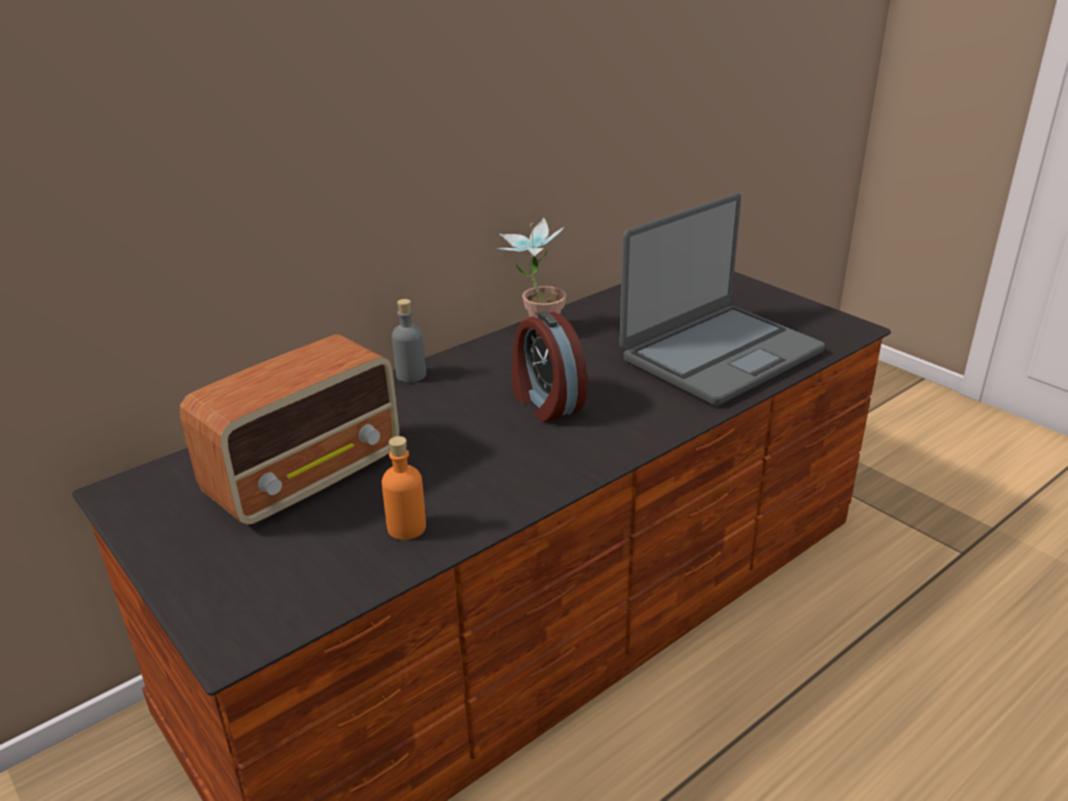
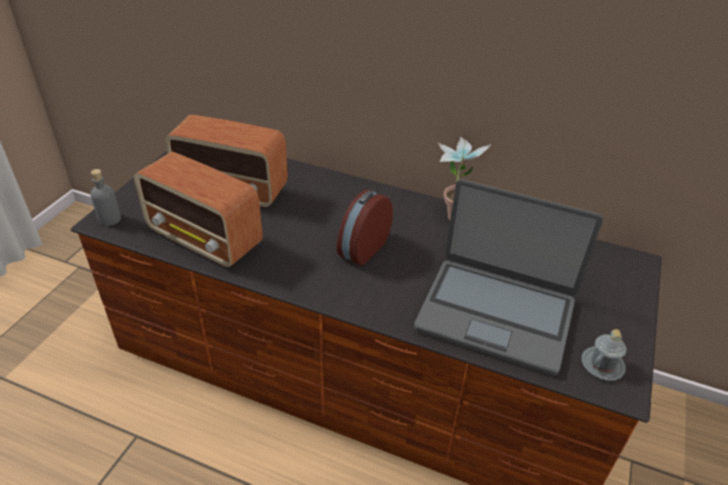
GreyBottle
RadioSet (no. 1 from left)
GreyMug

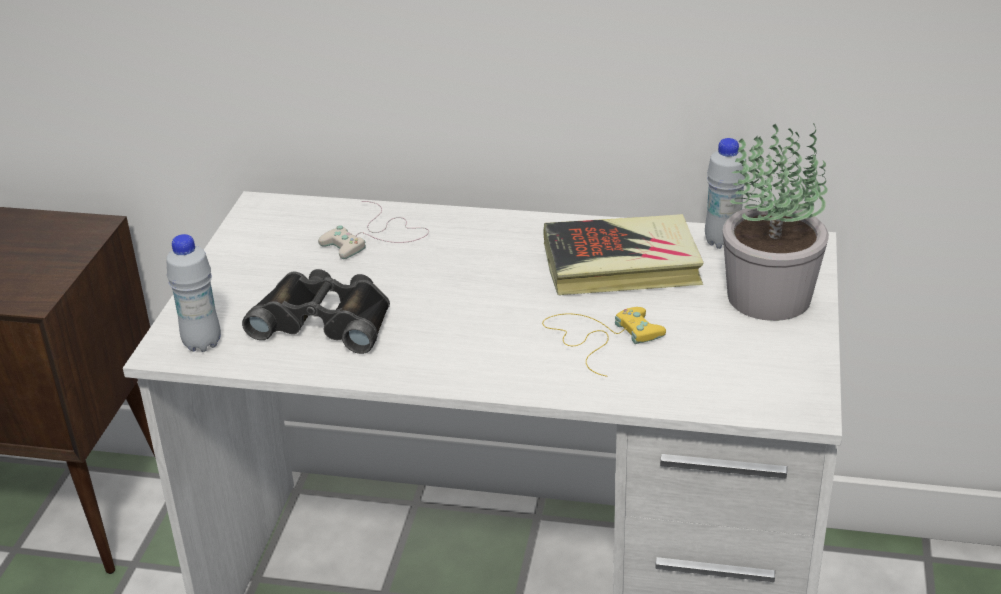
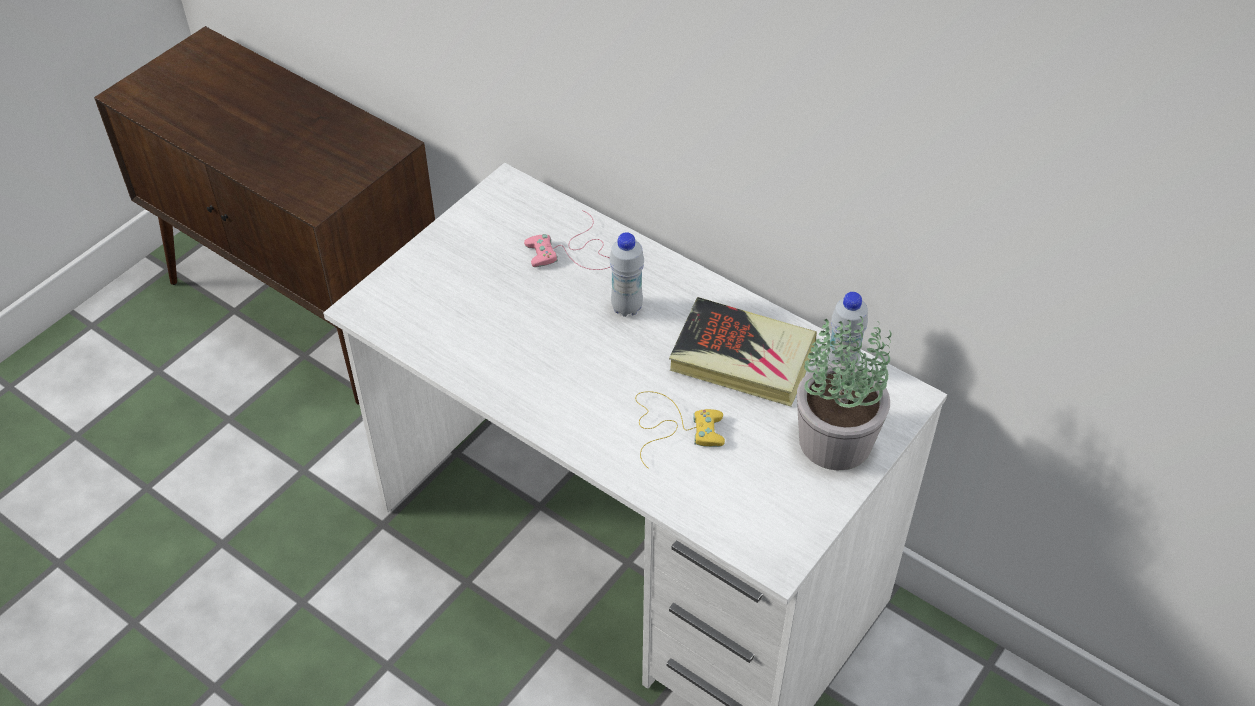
PinkGameController
WhitishBottle (no. 1 from left)
BlackPairOfBinoculars

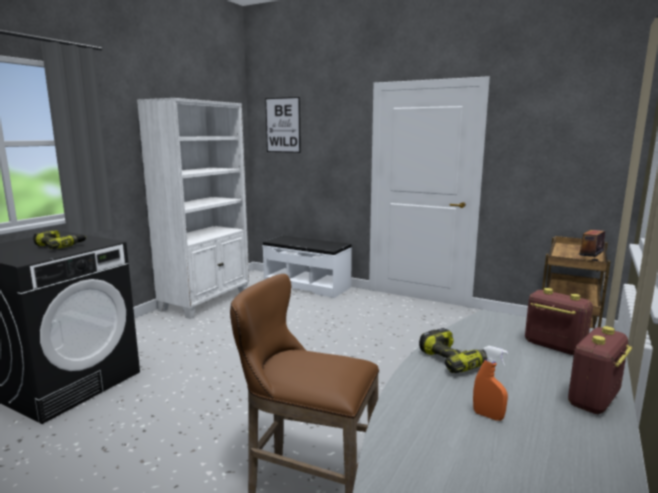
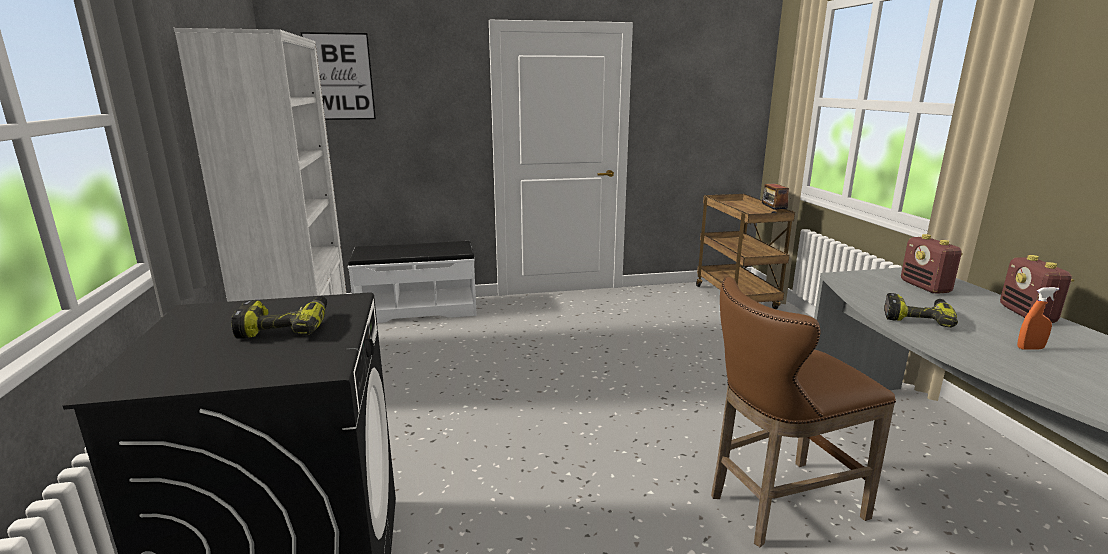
RadioSet (no. 2 from left)

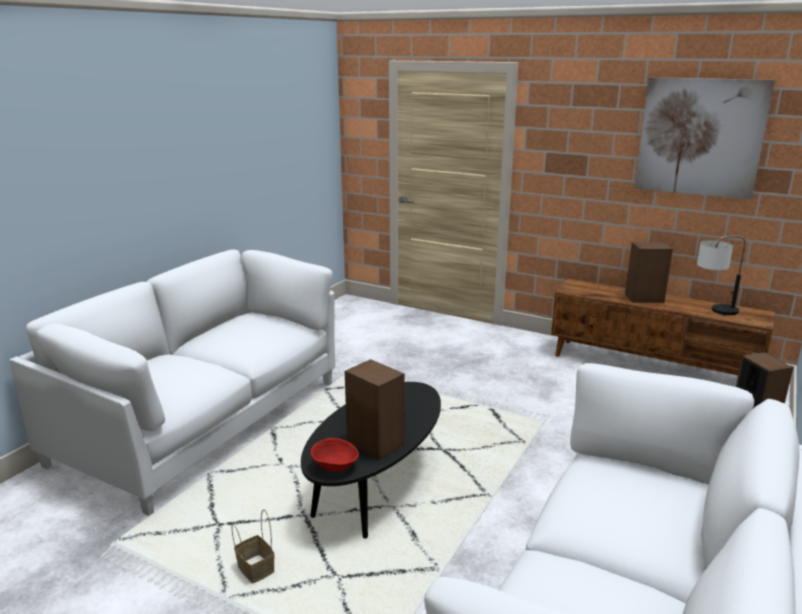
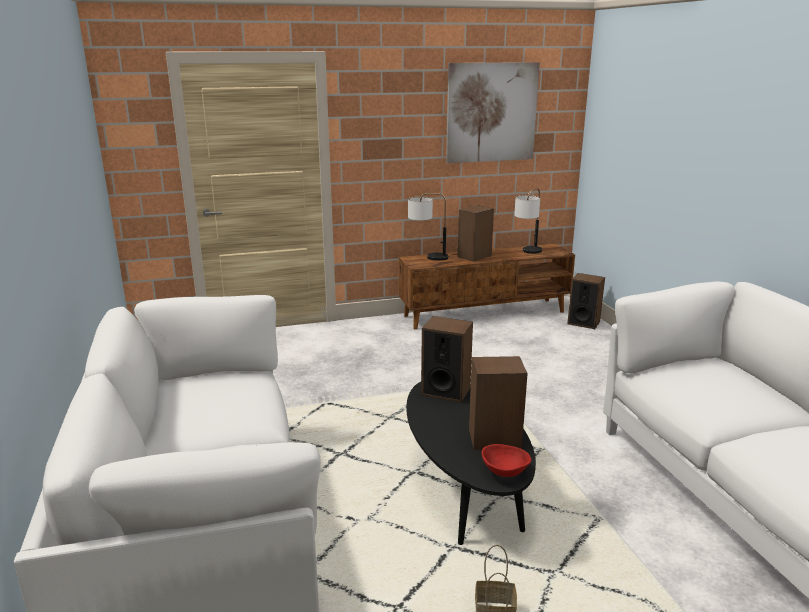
TableLamp (no. 1 from left)
Speaker (no. 1 from left)

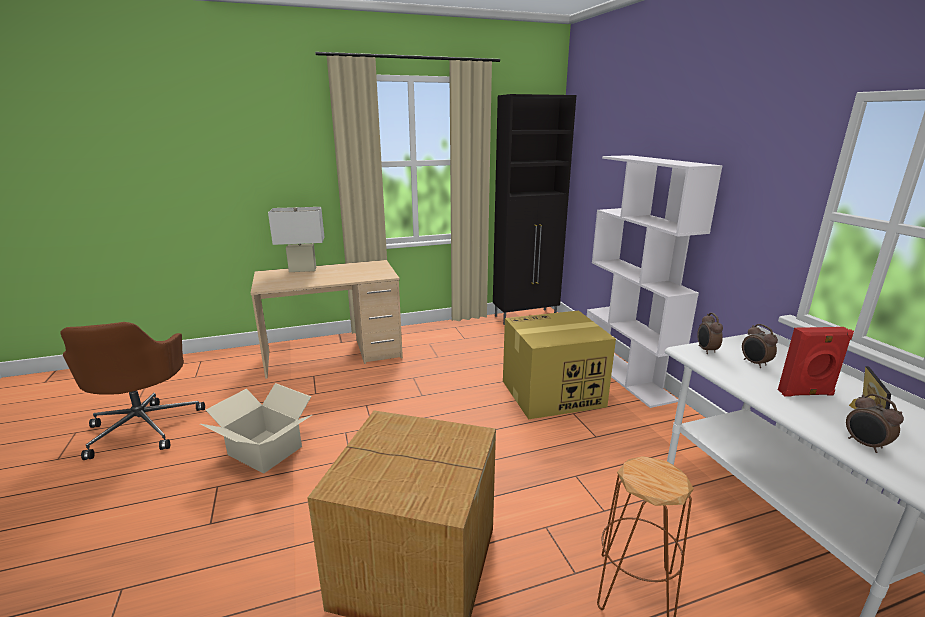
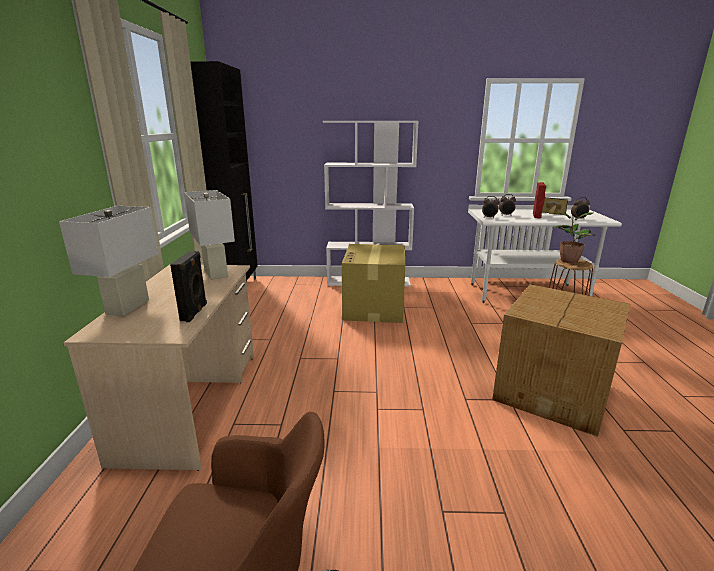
CardboardBox (no. 1 from left in the first image)
WhitishTableLamp (no. 2 from left)
PottedPlant
BlackSpeaker

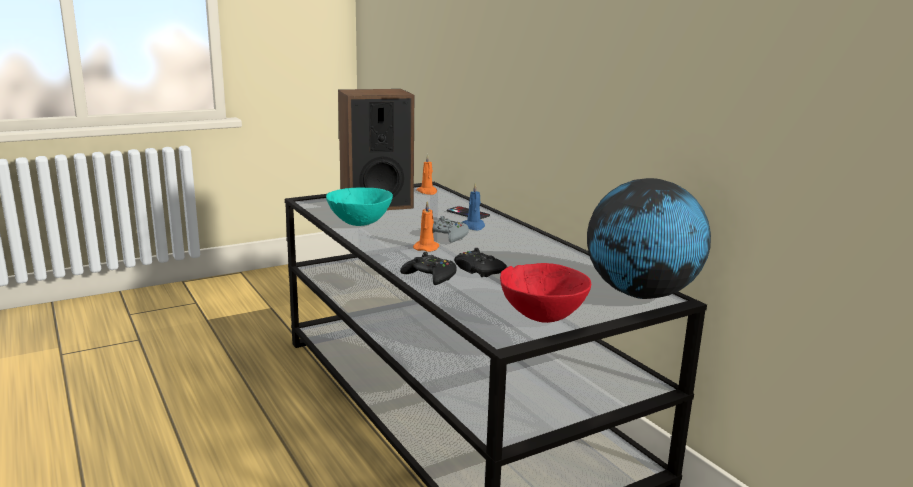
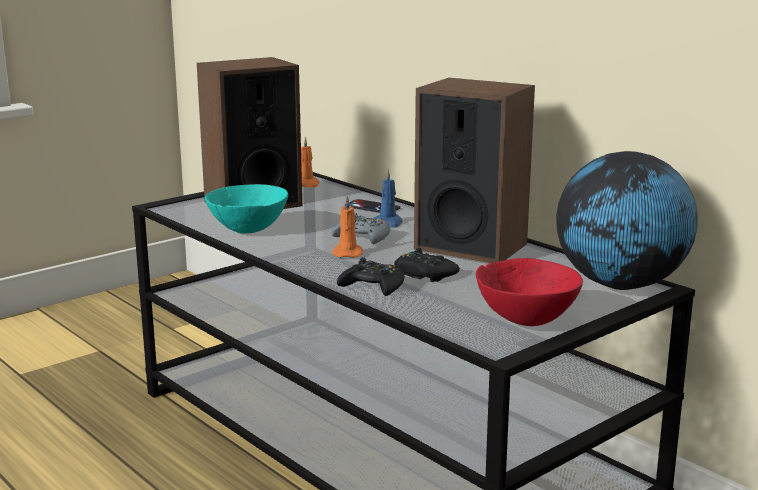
Speaker (no. 2 from left)

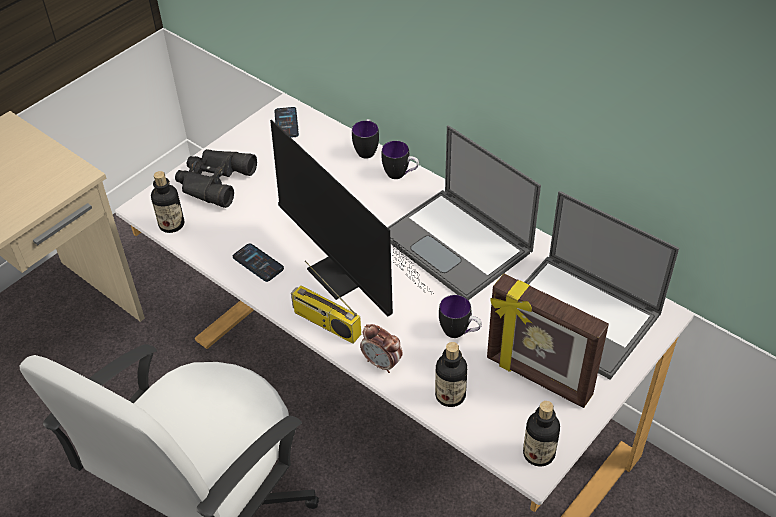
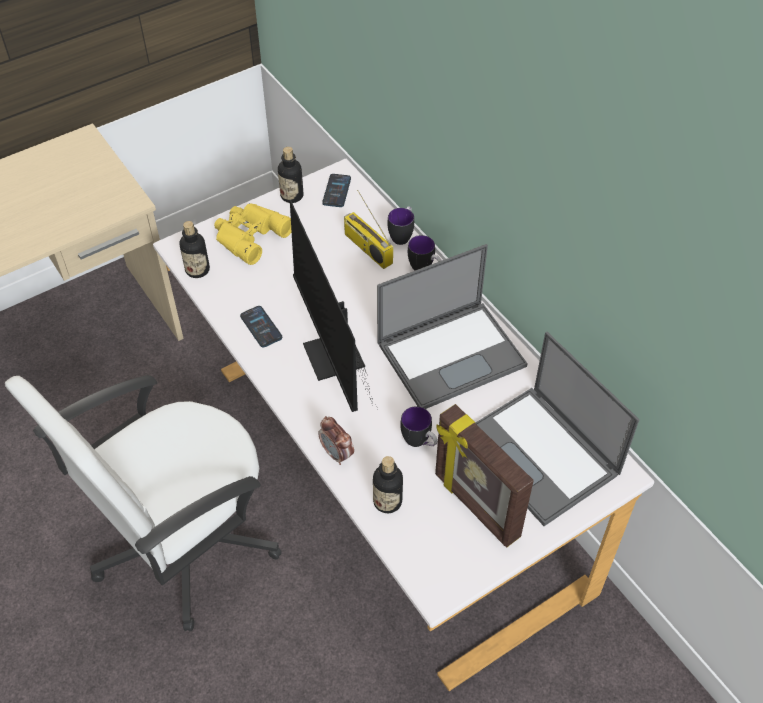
NotebookComputer (no. 1 from left)
YellowishPairOfBinoculars
RadioSet
Bottle (no. 2 from left)

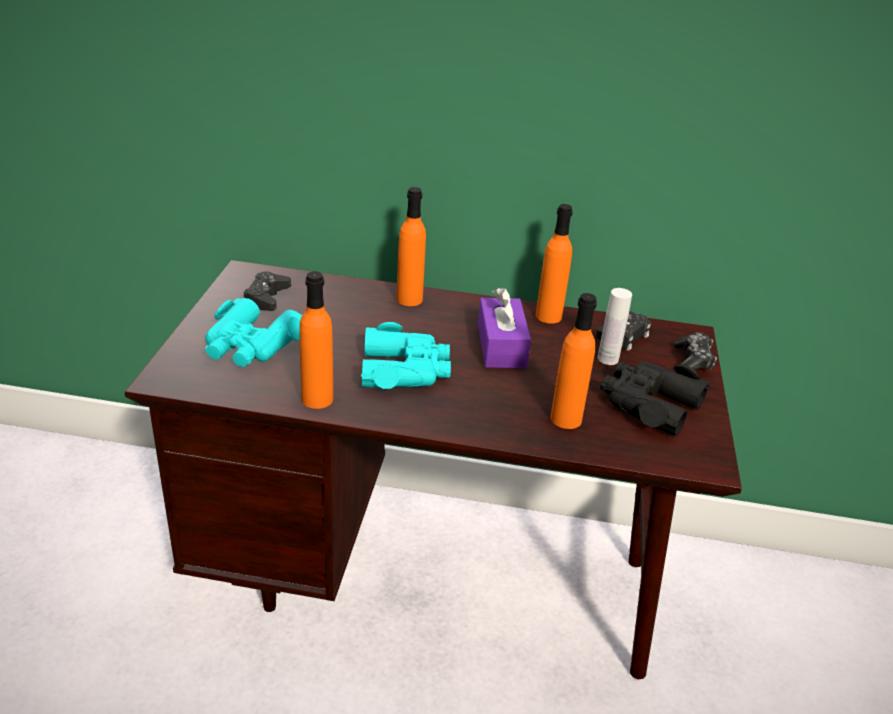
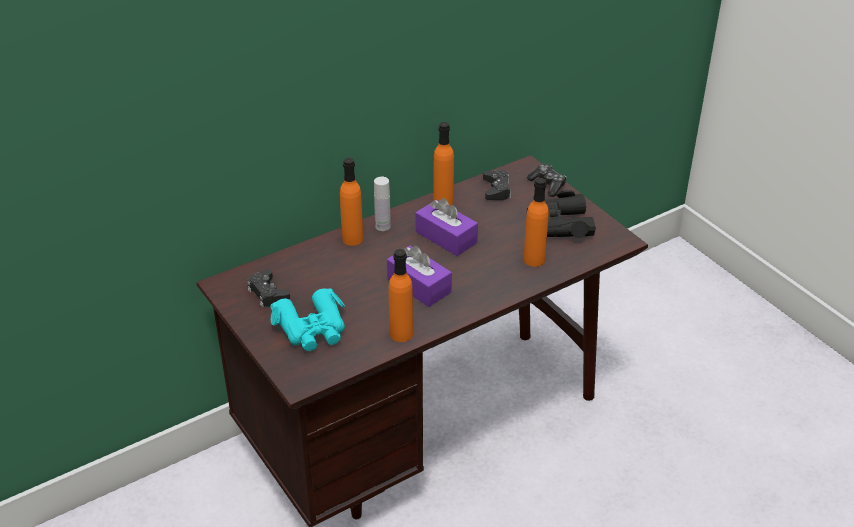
WhitishBottle
PurplishBoxOfTissues (no. 1 from left)

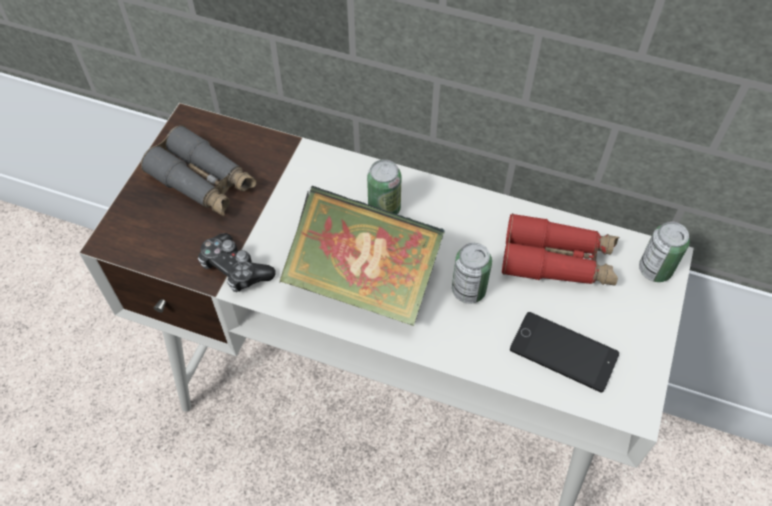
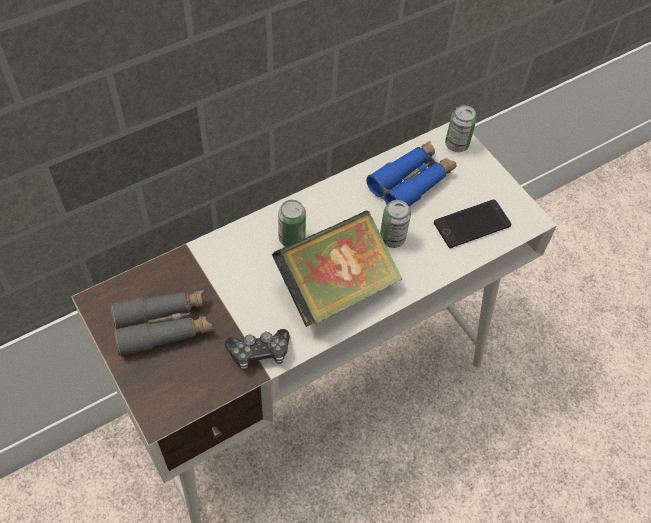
BluishPairOfBinoculars

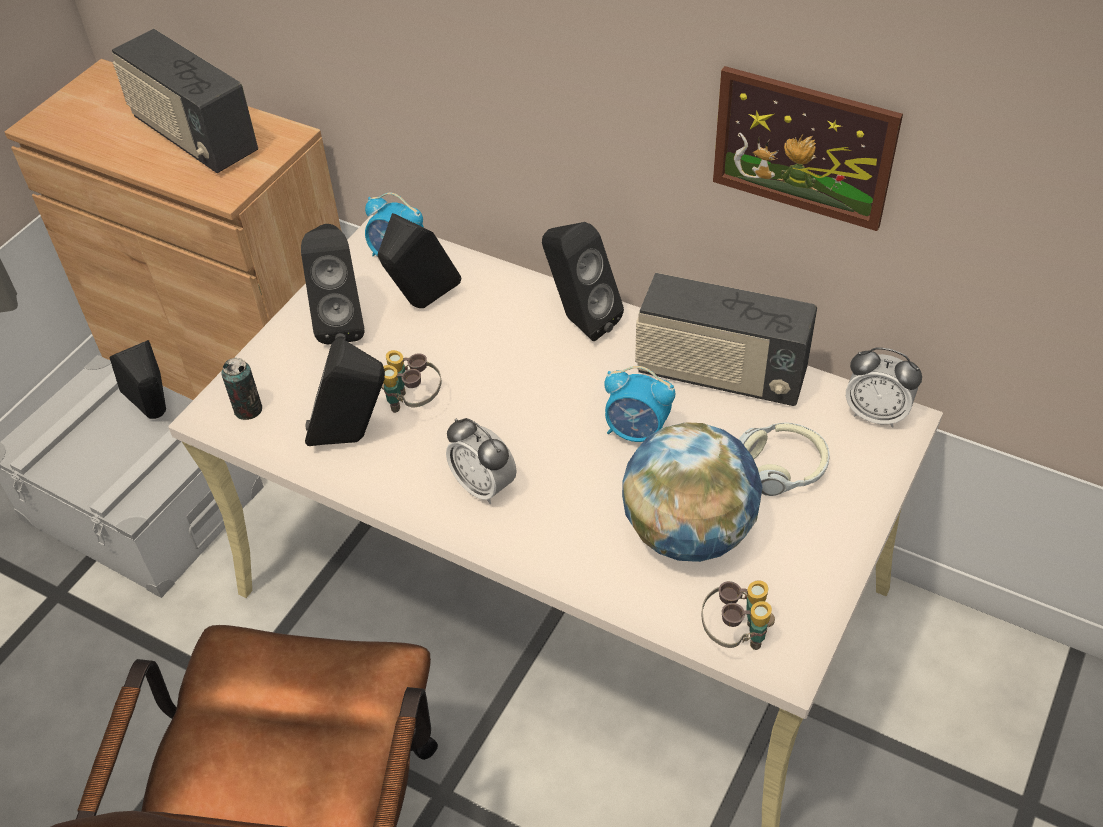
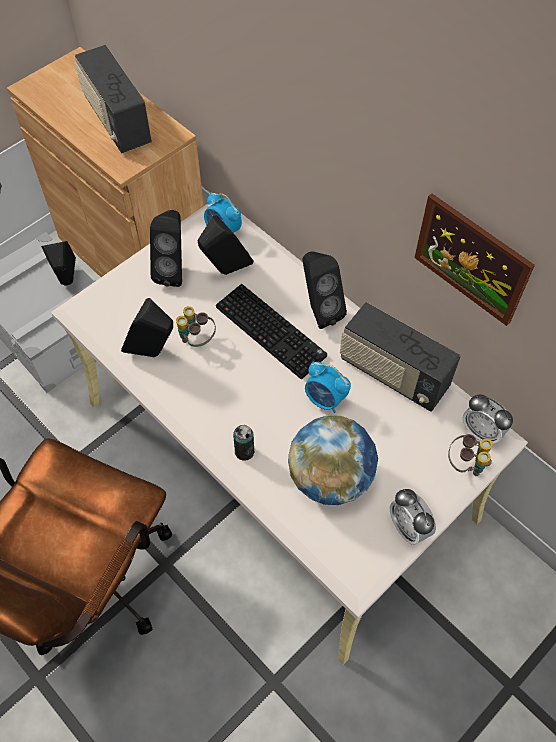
Can
TableClock (no. 3 from left)
Headset
PairOfBinoculars (no. 2 from left)
ComputerKeyboard

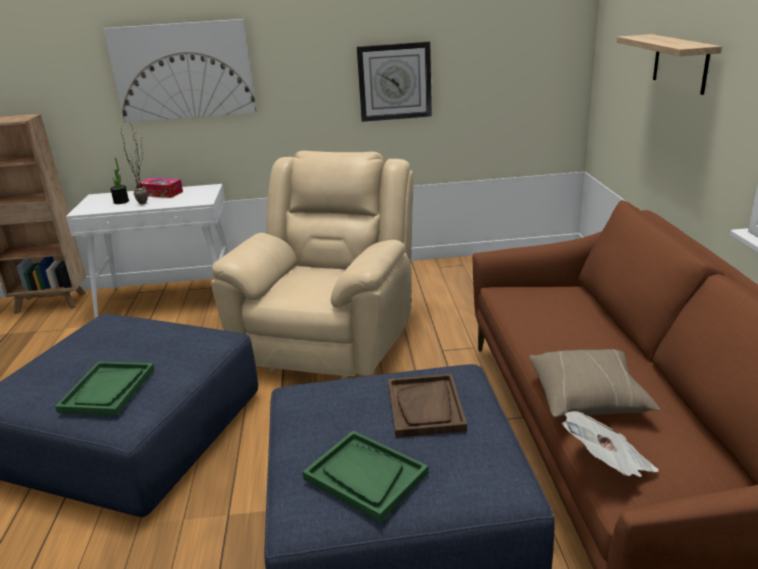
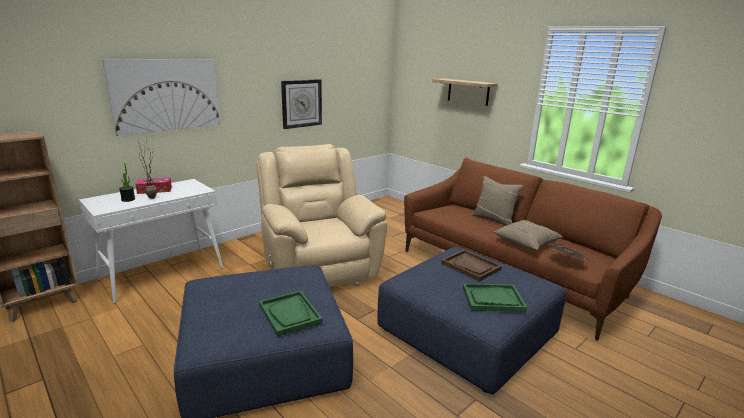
BeigeColouredCushion (no. 1 from left)

